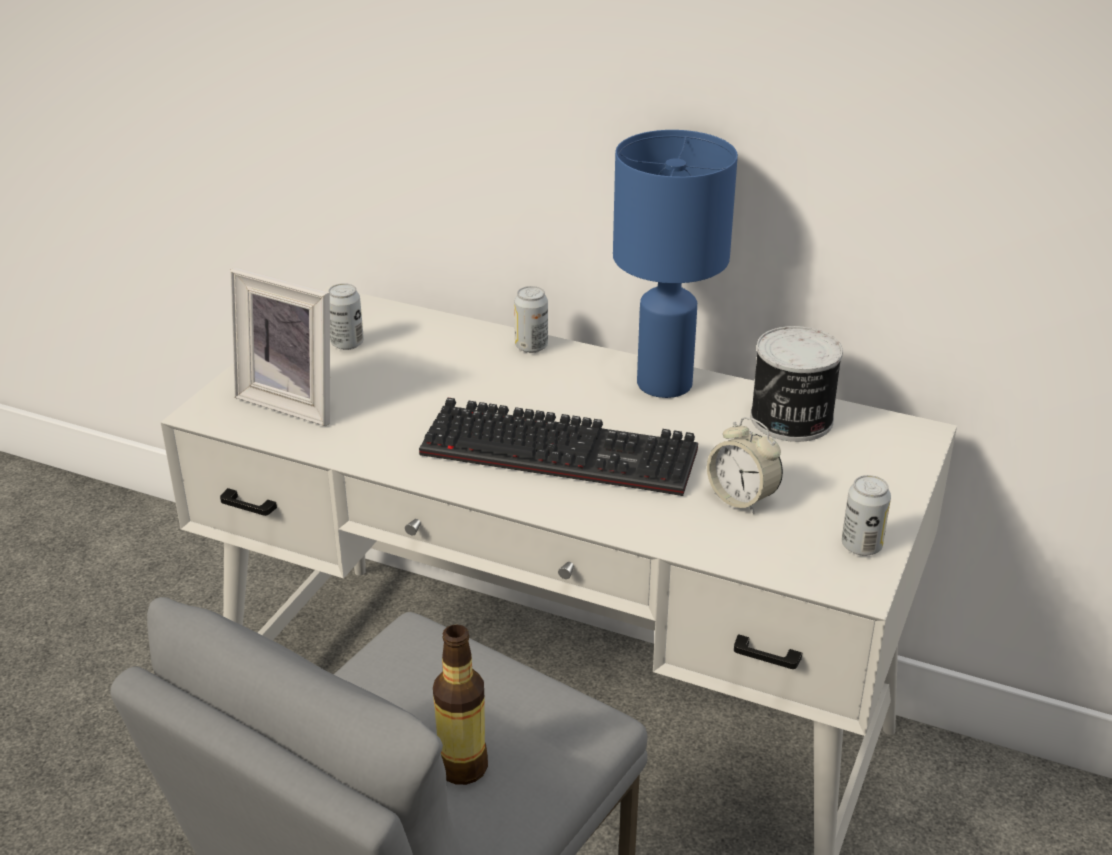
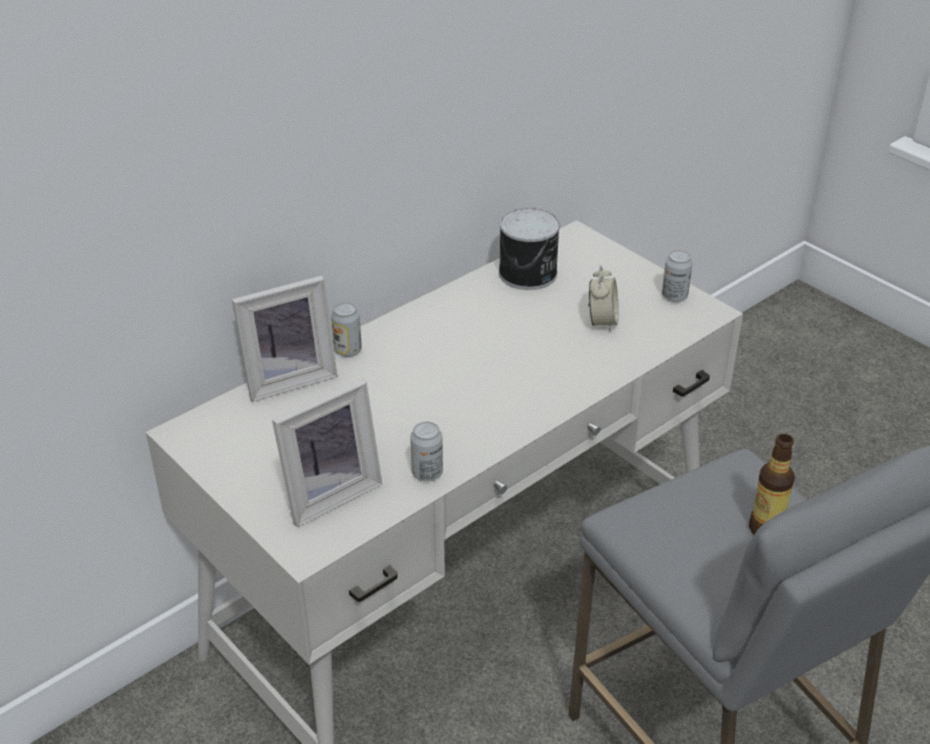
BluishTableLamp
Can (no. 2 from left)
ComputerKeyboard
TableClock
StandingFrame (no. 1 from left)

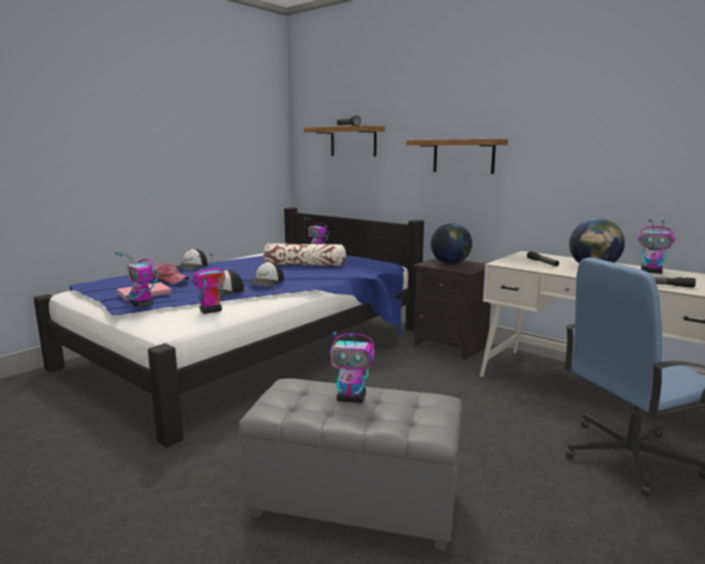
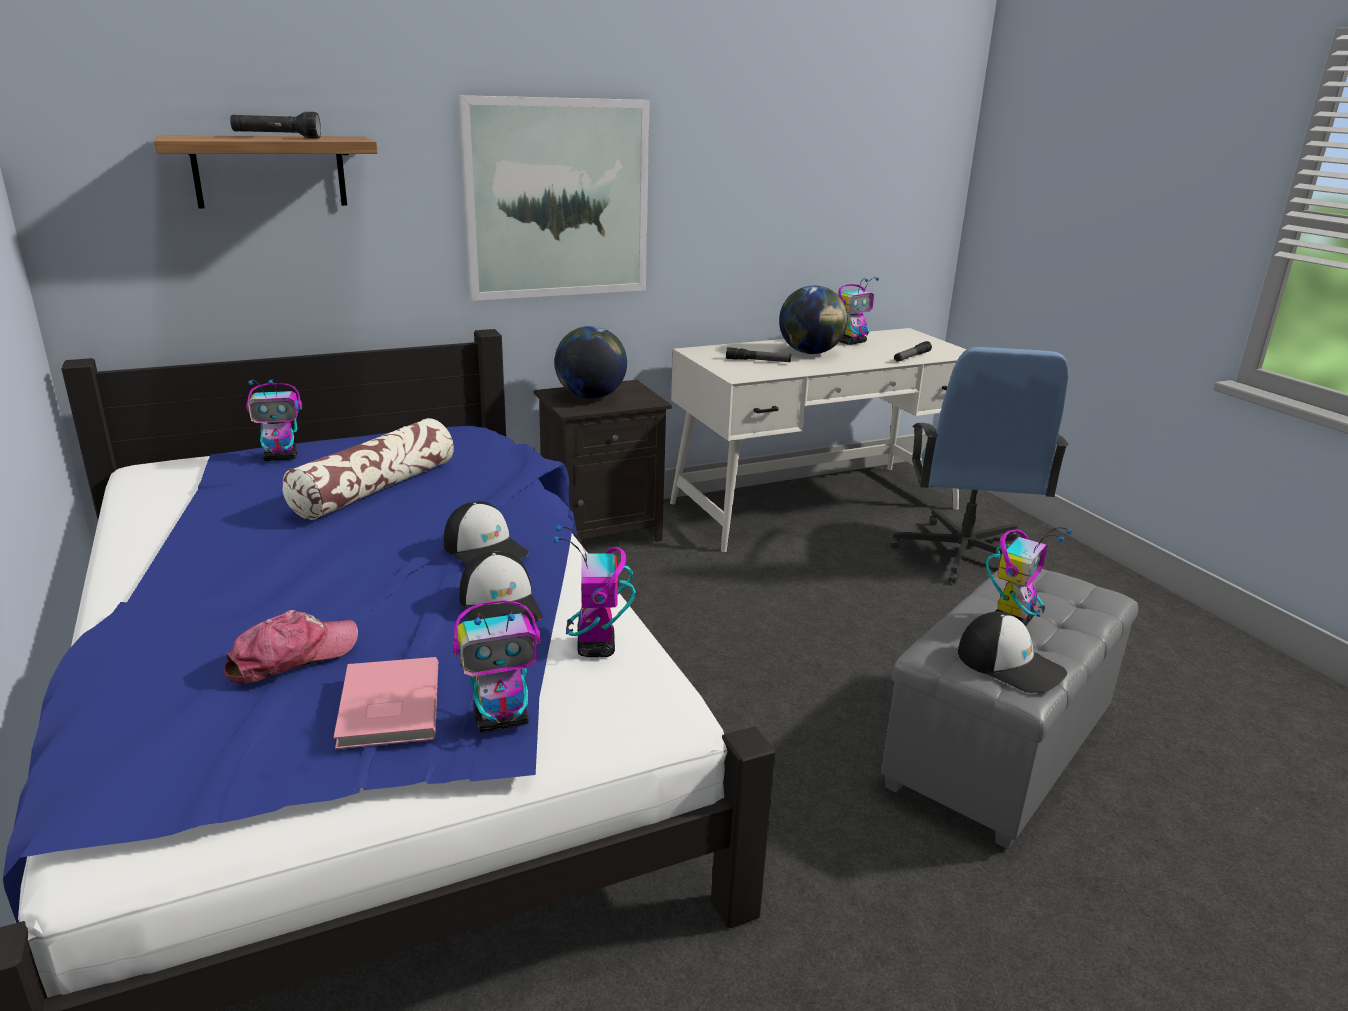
WallArt
Cap (no. 4 from left)

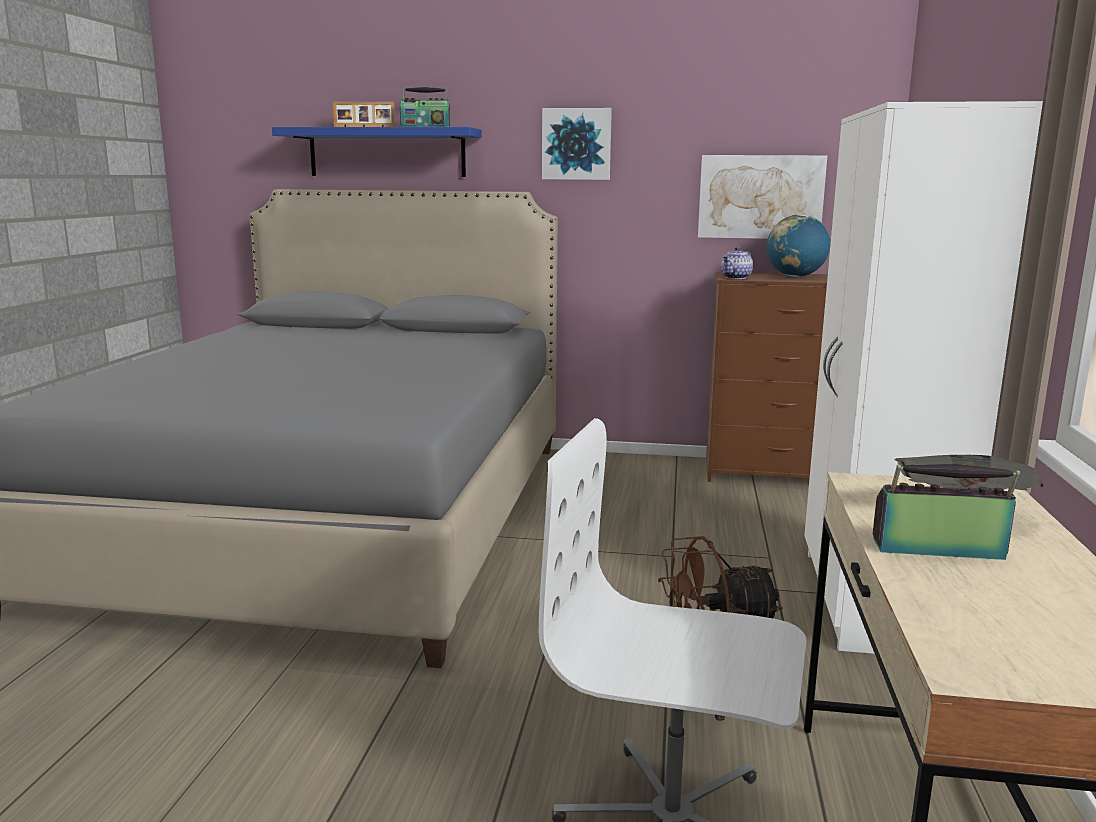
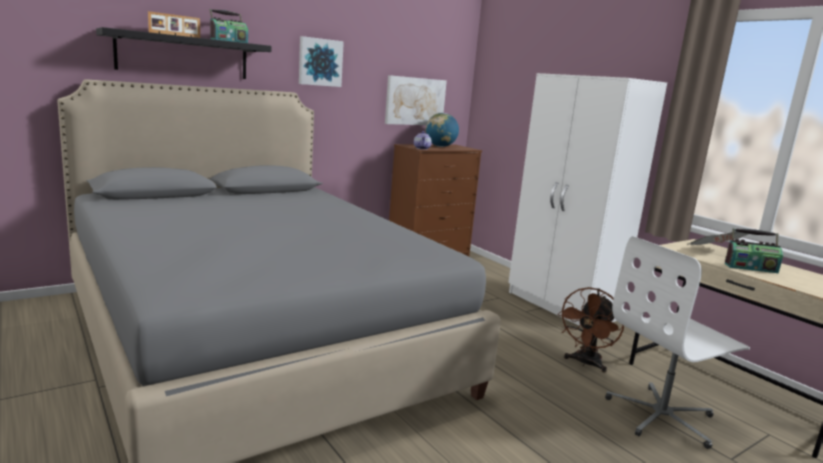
BlackWallShelf
RadioSet (no. 2 from left)

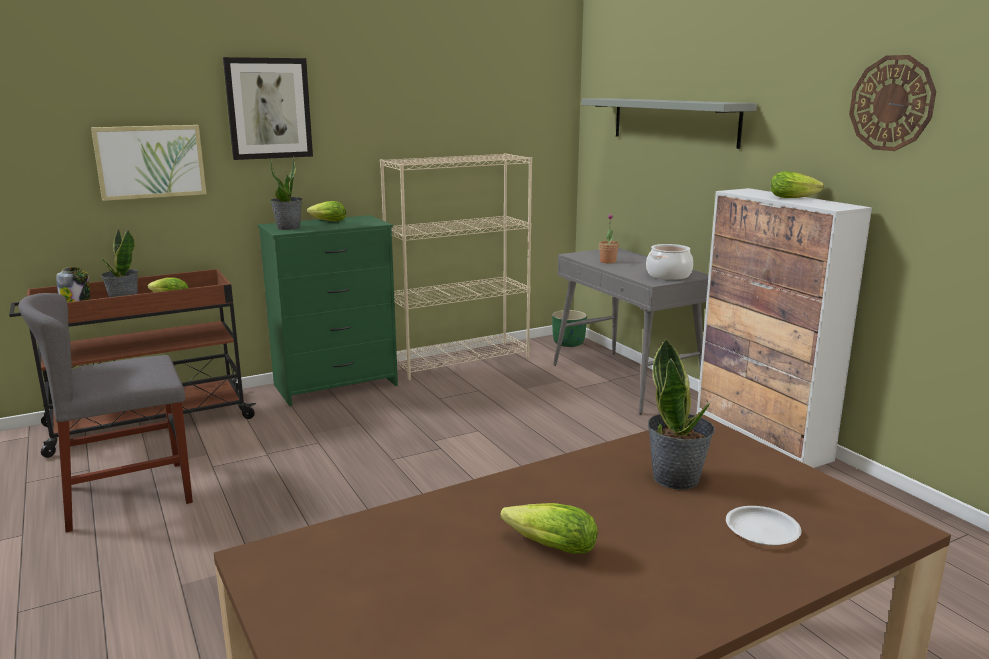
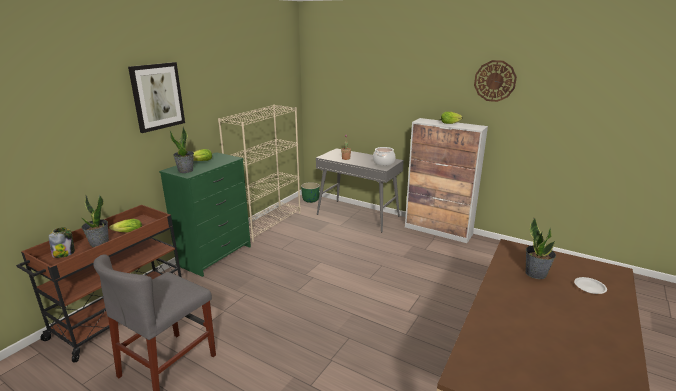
GreyWallShelf
WallArt (no. 1 from left in the first image)
HeadOfLettuce (no. 3 from left in the first image)

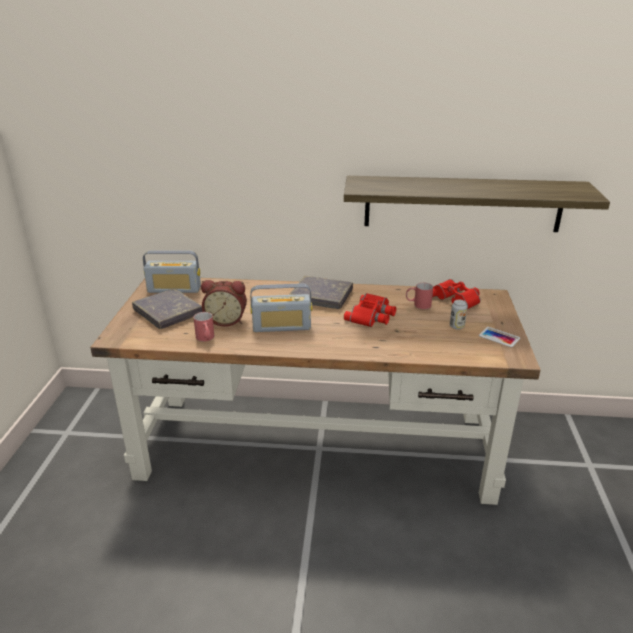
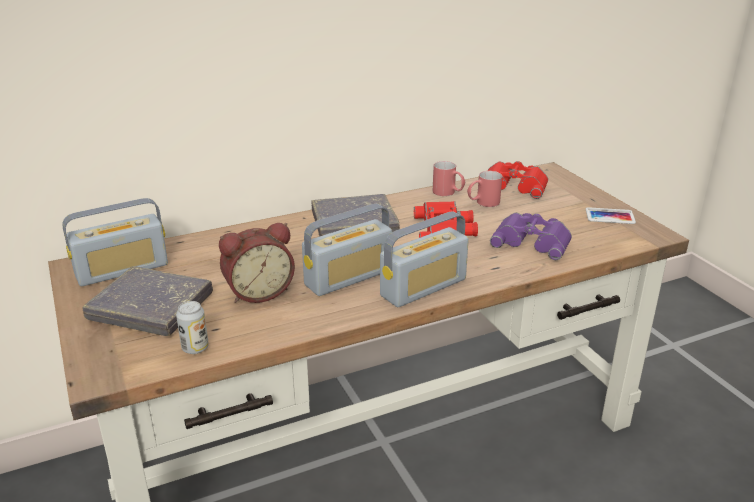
WallShelf
Can
RedMug (no. 1 from left)
RadioSet (no. 3 from left)
PurplishPairOfBinoculars

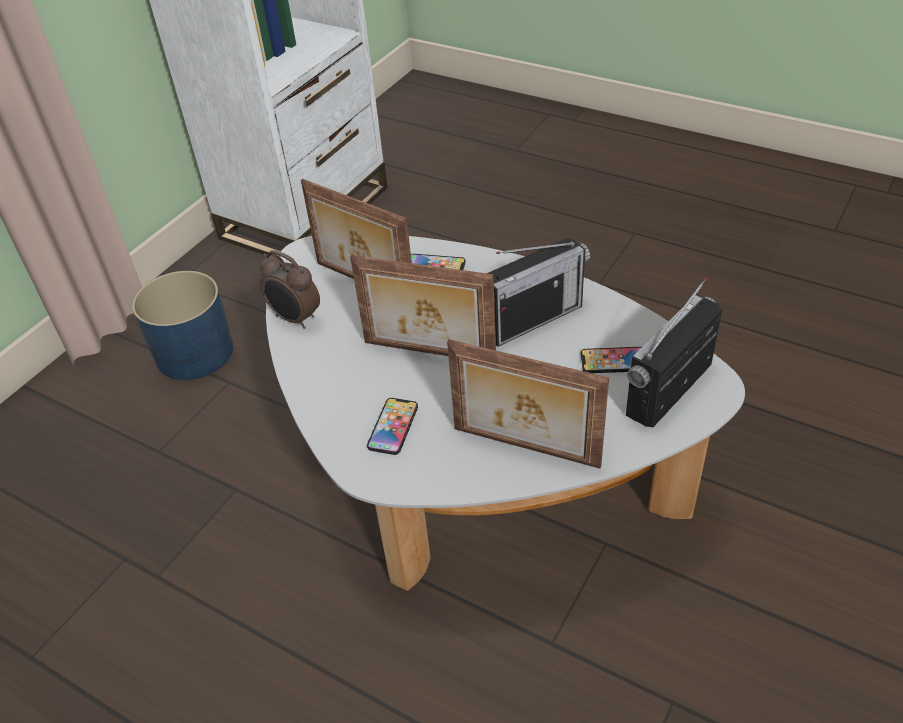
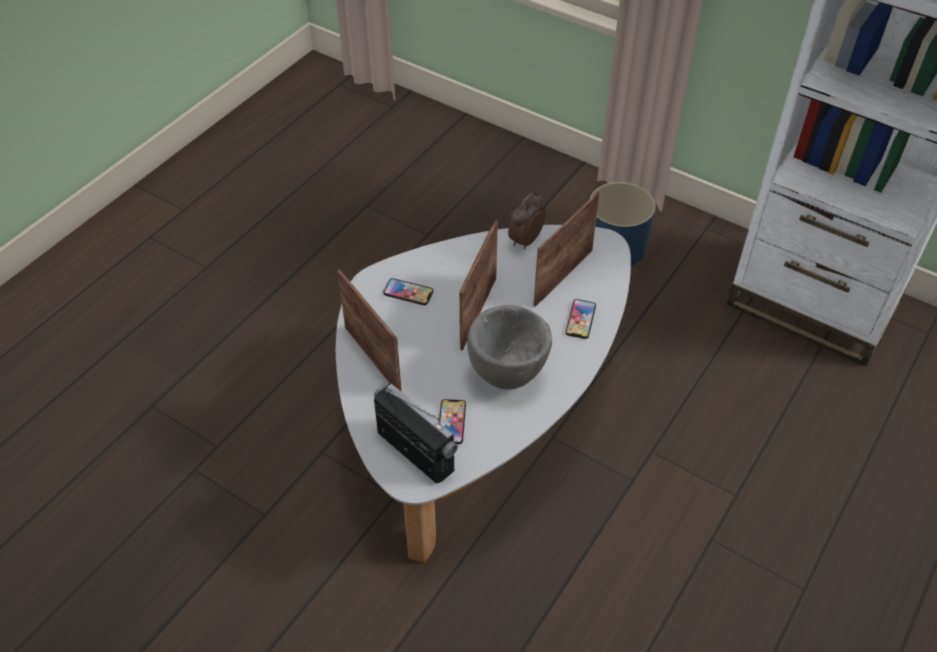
GreyDeepDish
StandingFrame (no. 1 from left)

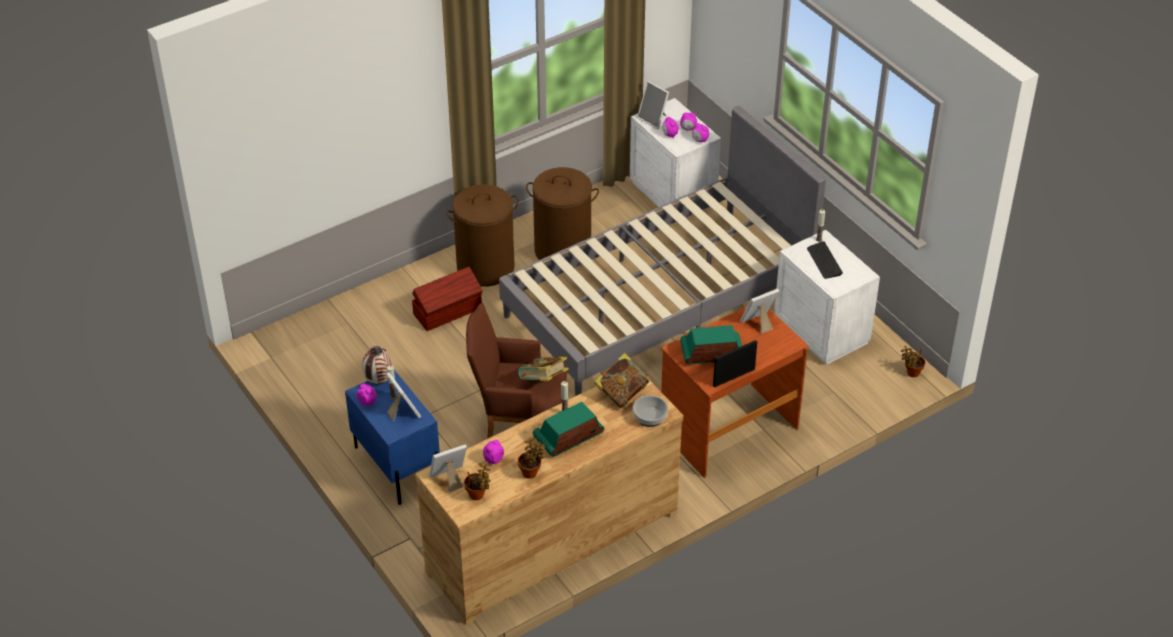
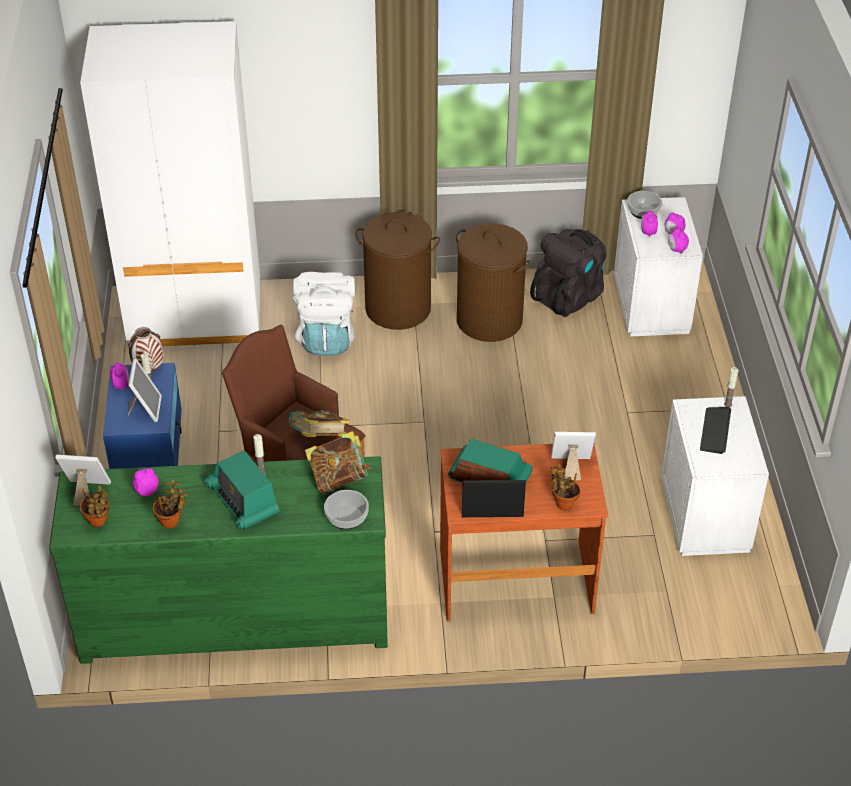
DeepDish (no. 2 from left)
GreyBed
WhitishKnapsack
PottedPlant (no. 3 from left)
GreenChestOfDrawers
RadioSet (no. 1 from left)
WhitishClothesCupboard
BlackKnapsack

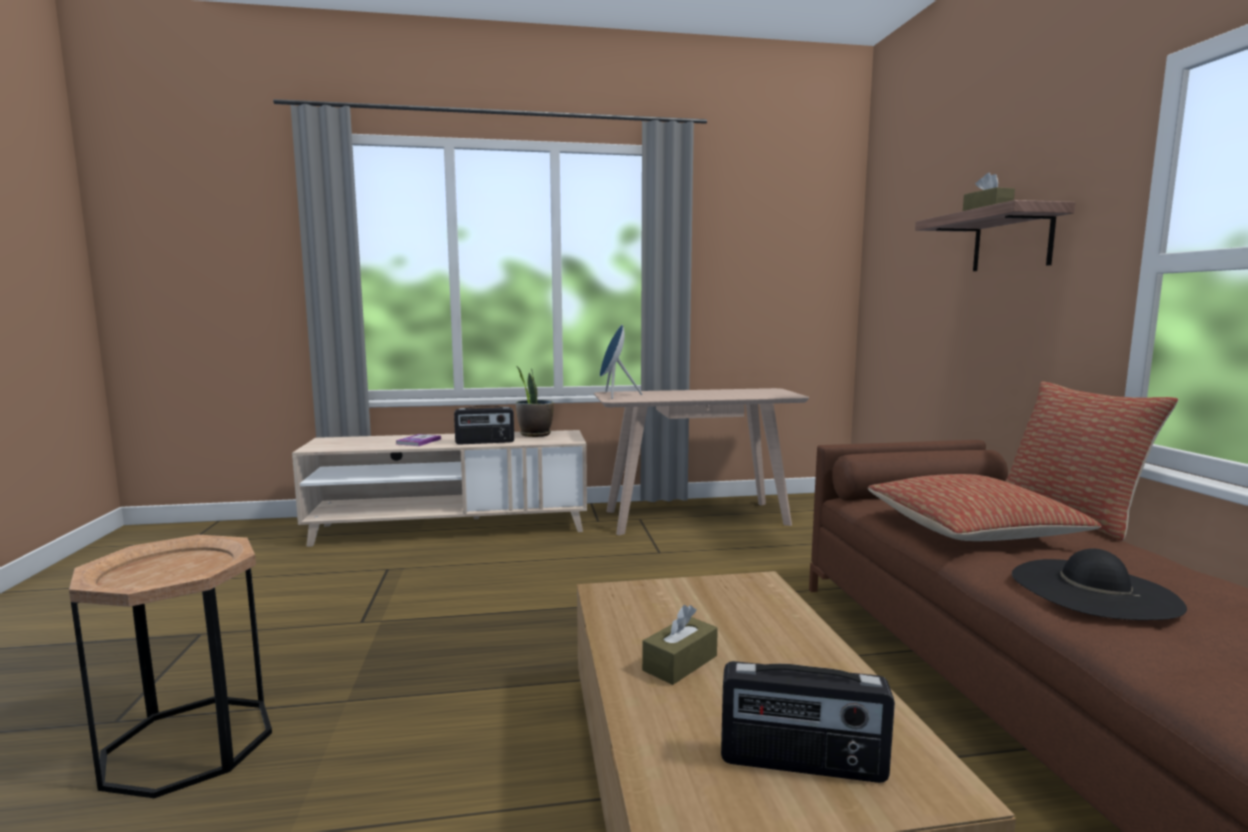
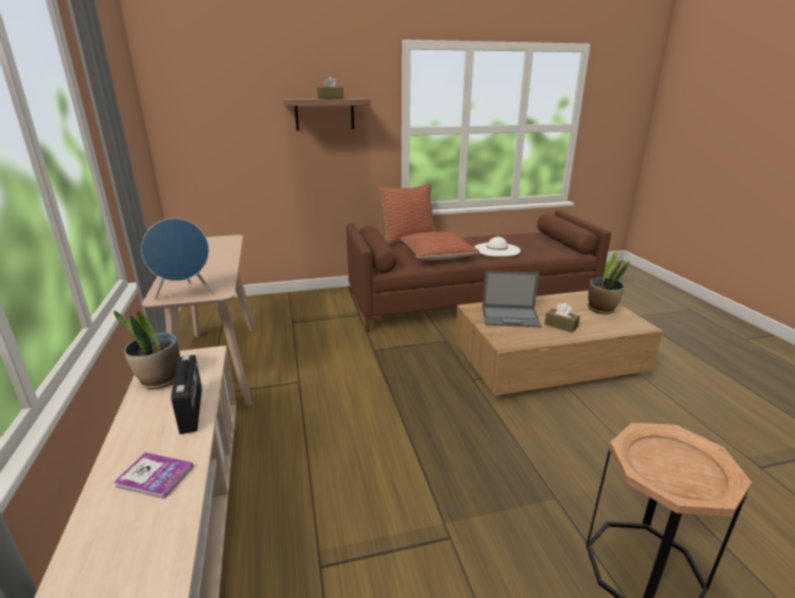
WhitishClothingHat
PottedPlant (no. 2 from left)
NotebookComputer

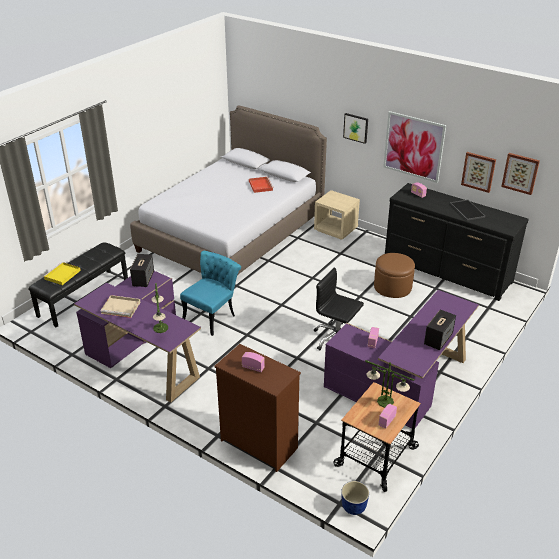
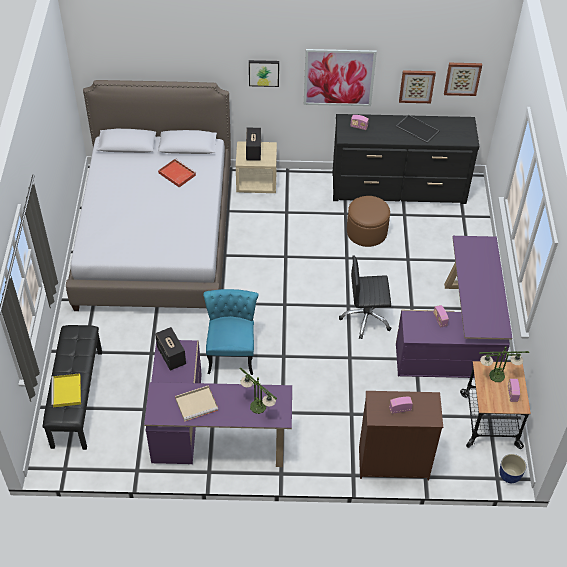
Speaker (no. 2 from left)

